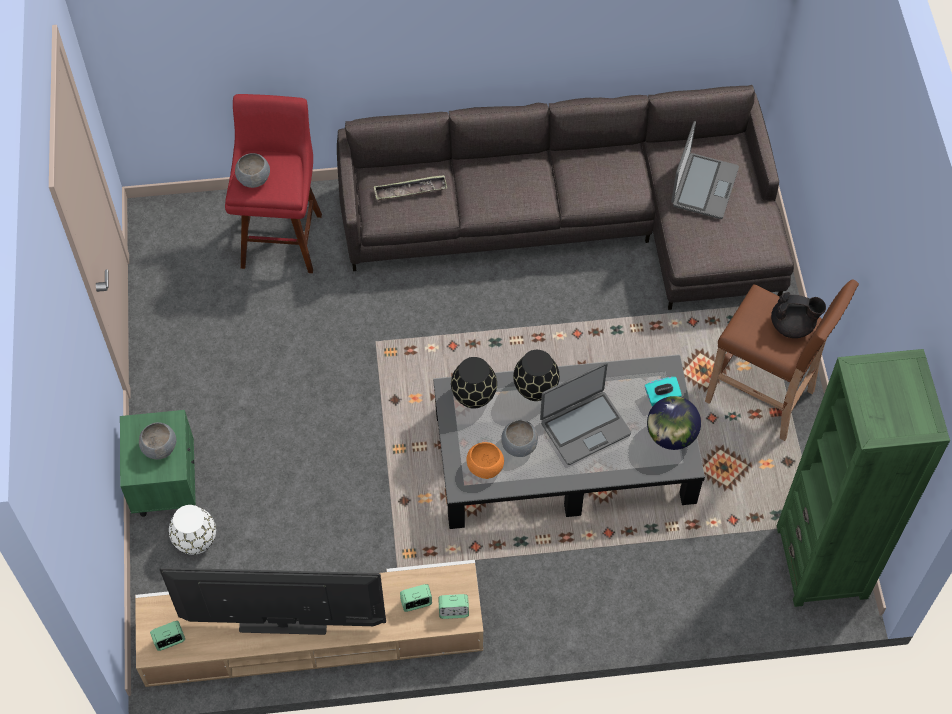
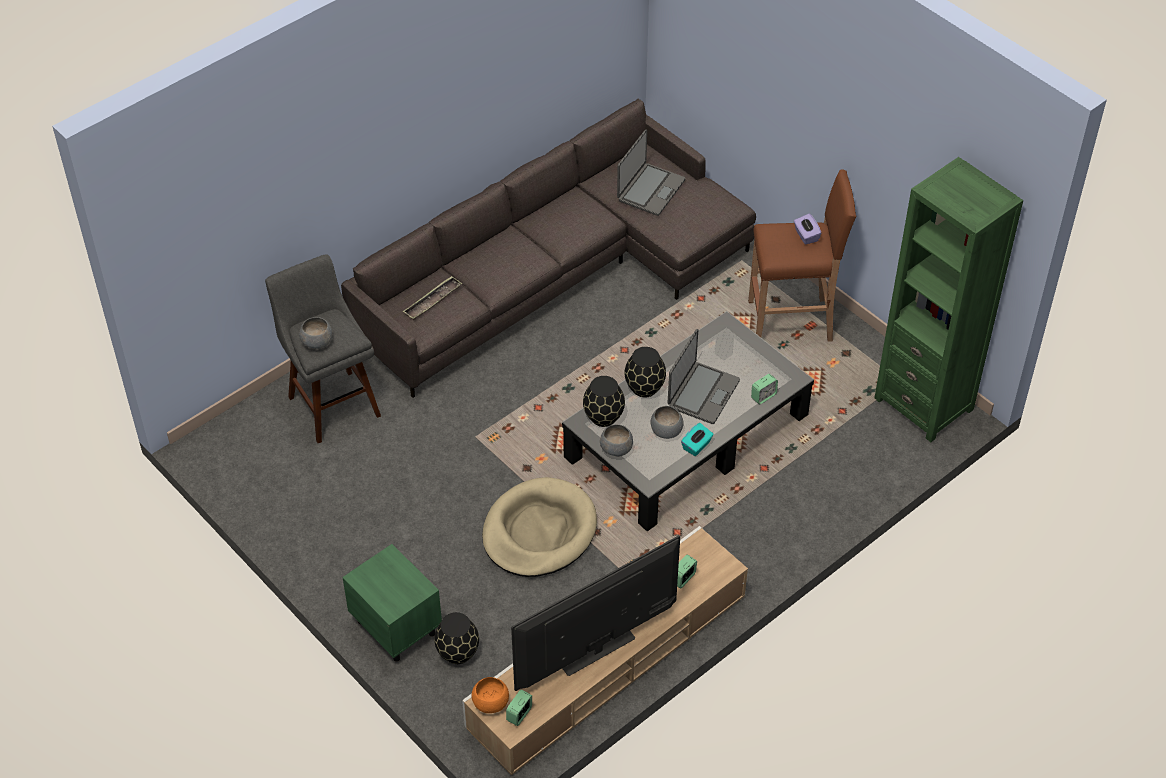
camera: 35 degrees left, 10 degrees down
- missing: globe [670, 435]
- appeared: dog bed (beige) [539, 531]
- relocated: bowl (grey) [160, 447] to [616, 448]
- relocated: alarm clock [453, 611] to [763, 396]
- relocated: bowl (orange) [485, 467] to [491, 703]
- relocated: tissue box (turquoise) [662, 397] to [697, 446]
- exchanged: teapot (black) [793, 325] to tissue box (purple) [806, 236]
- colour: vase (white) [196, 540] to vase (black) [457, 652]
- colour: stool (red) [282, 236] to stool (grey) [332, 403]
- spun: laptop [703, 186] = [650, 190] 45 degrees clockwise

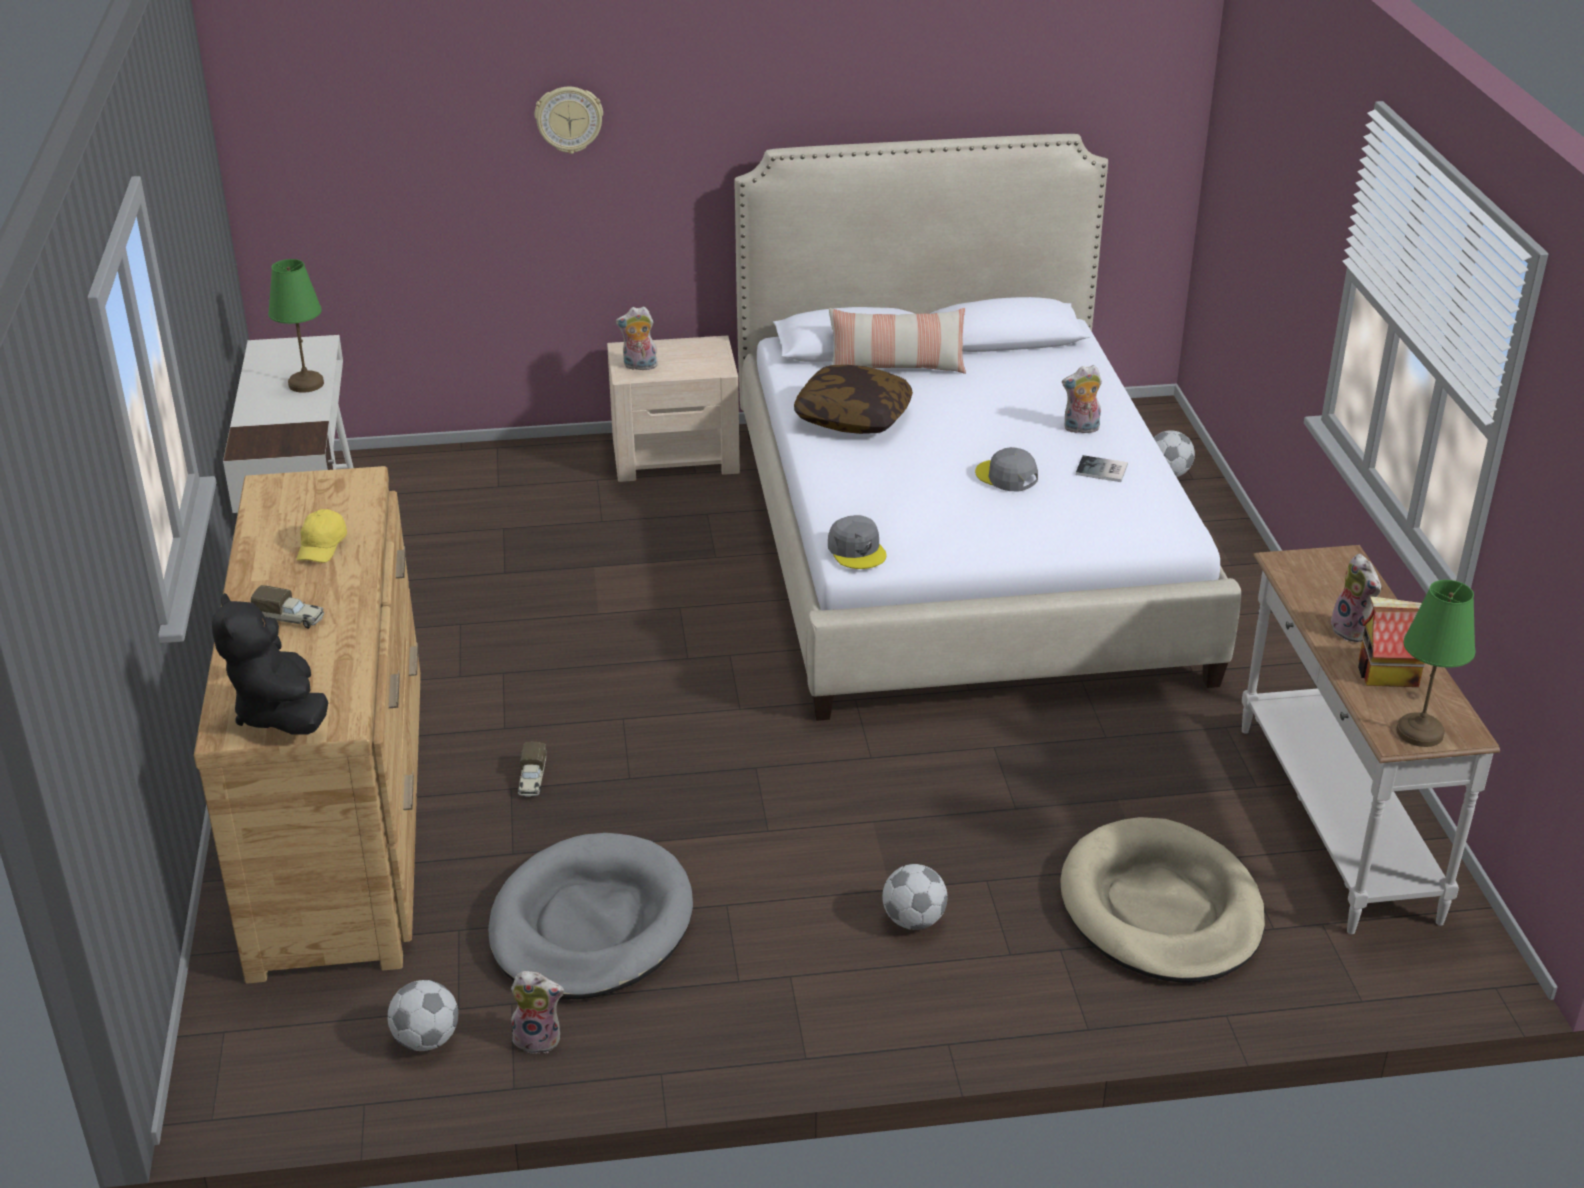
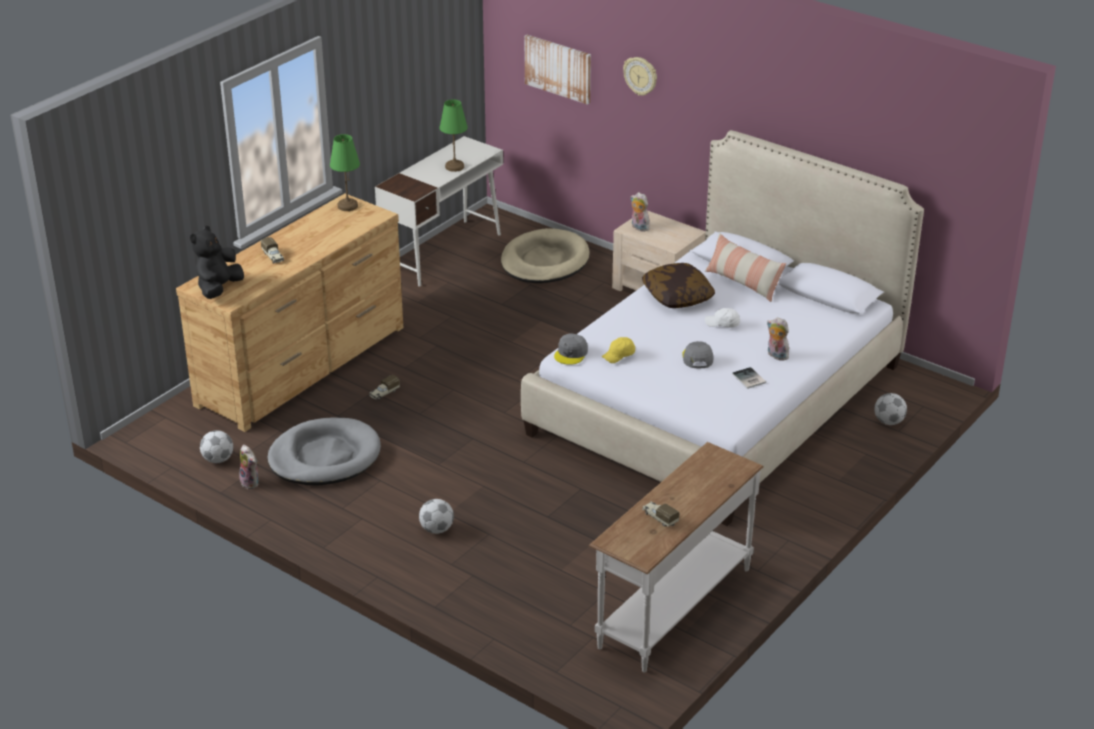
camera: 45 degrees right, 0 degrees up
- missing: plush toy [1353, 631]
- appeared: picture [558, 68]
- appeared: cap (white) [722, 324]
- relocated: cap (yellow) [322, 546] to [619, 355]
- relocated: dog bed (beige) [1161, 909] to [544, 261]
- relocated: table lamp (green) [1420, 733] to [347, 206]
- exchanged: toy house [1387, 674] to toy truck [659, 518]

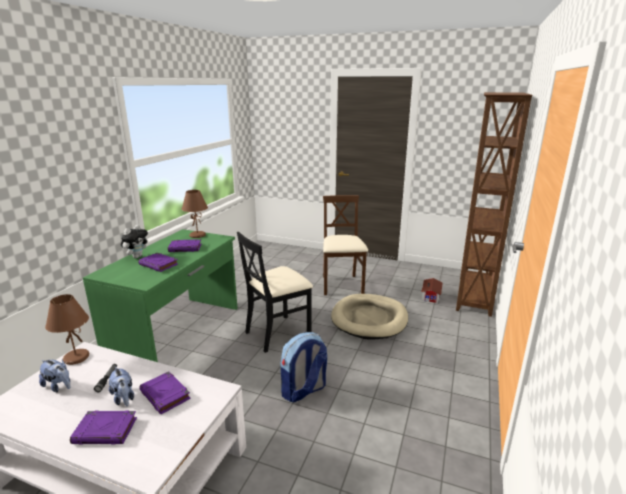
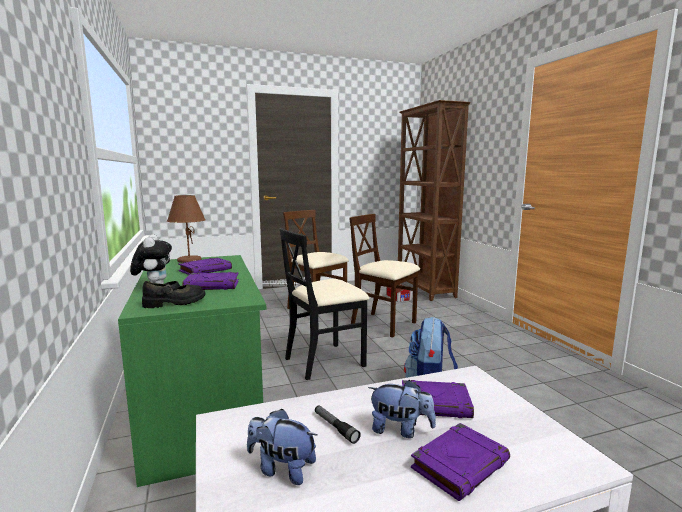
camera: 40 degrees left, 10 degrees down
- missing: table lamp (brown) [76, 358]
- appeared: shoe (black) [175, 303]
- exchanged: dog bed (beige) [369, 319] to chair (beige) [383, 324]
- spun: plush toy [59, 386] = [282, 469] 150 degrees counterclockwise
- spun: chair (black) [278, 333] = [325, 361] 45 degrees clockwise

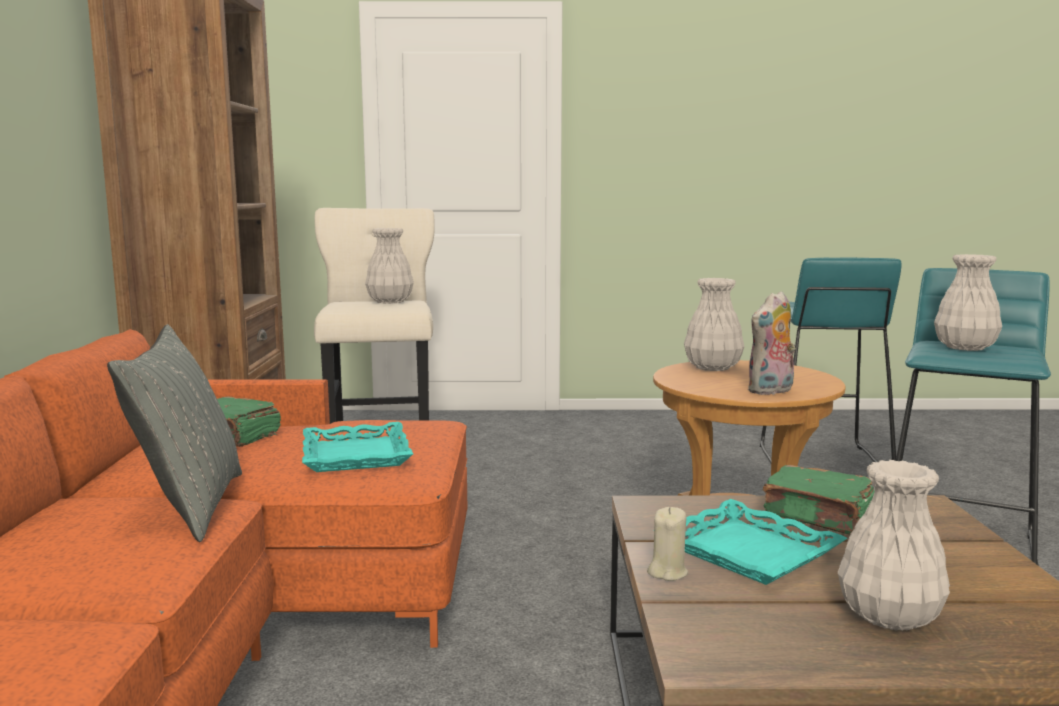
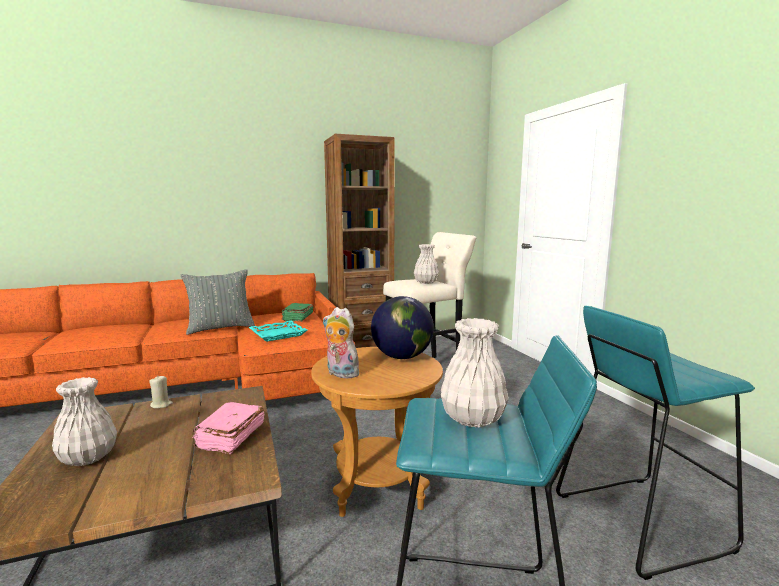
camera: 70 degrees right, 0 degrees up
- missing: tray (turquoise) [747, 552]
- exchanged: vase (white) [712, 367] to globe [402, 357]
- colour: book (green) [819, 517] to book (pink) [230, 437]

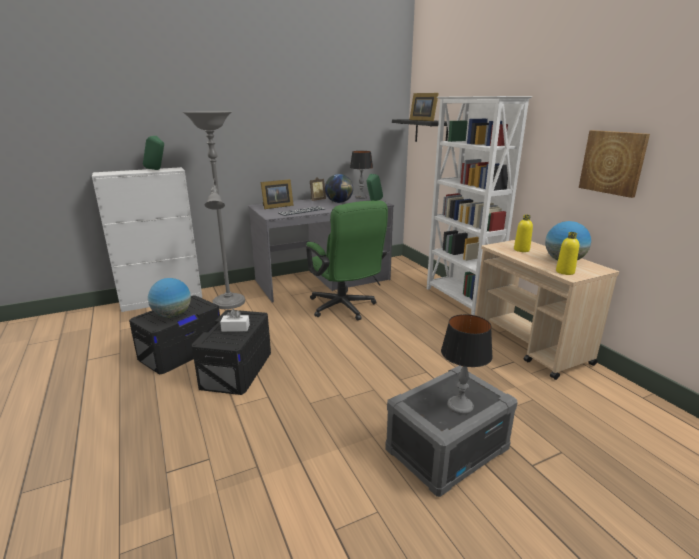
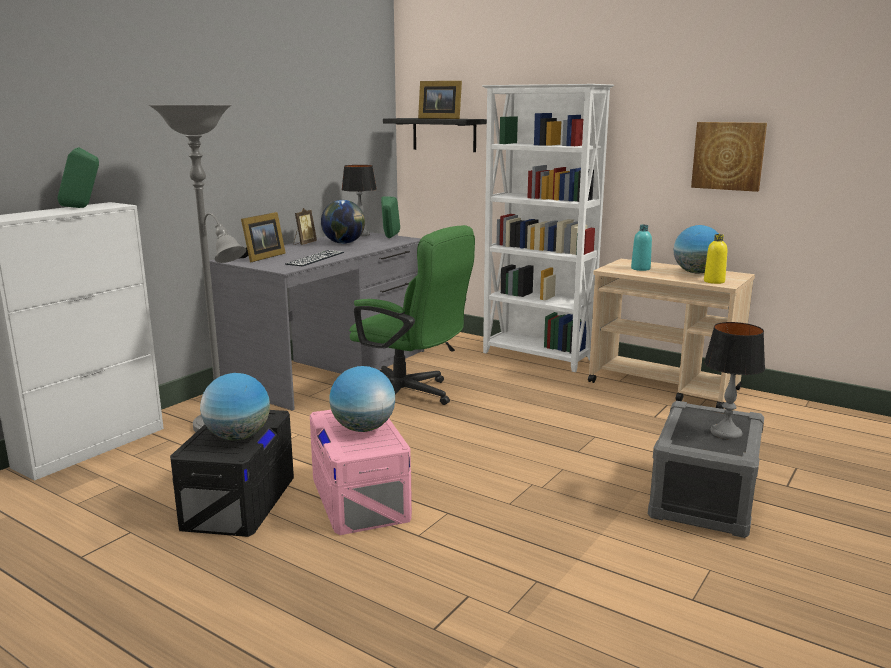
camera: 30 degrees left, 5 degrees down
- exchanged: tissue box (white) [235, 328] to globe [363, 428]
- colour: storage box (black) [236, 369] to storage box (pink) [360, 497]
- colour: bottle (yellow) [521, 250] to bottle (turquoise) [640, 269]

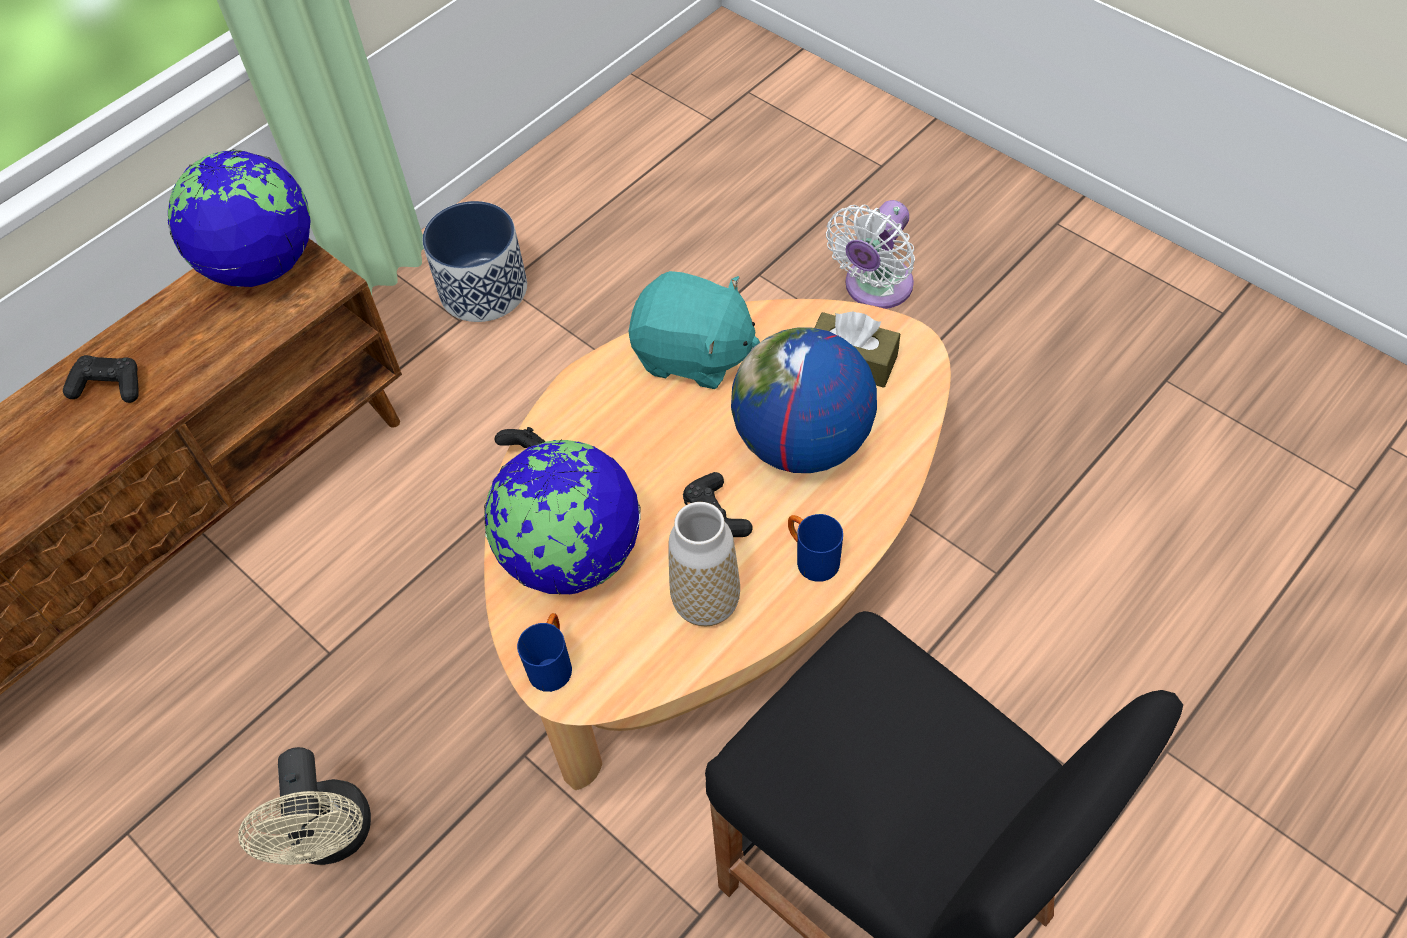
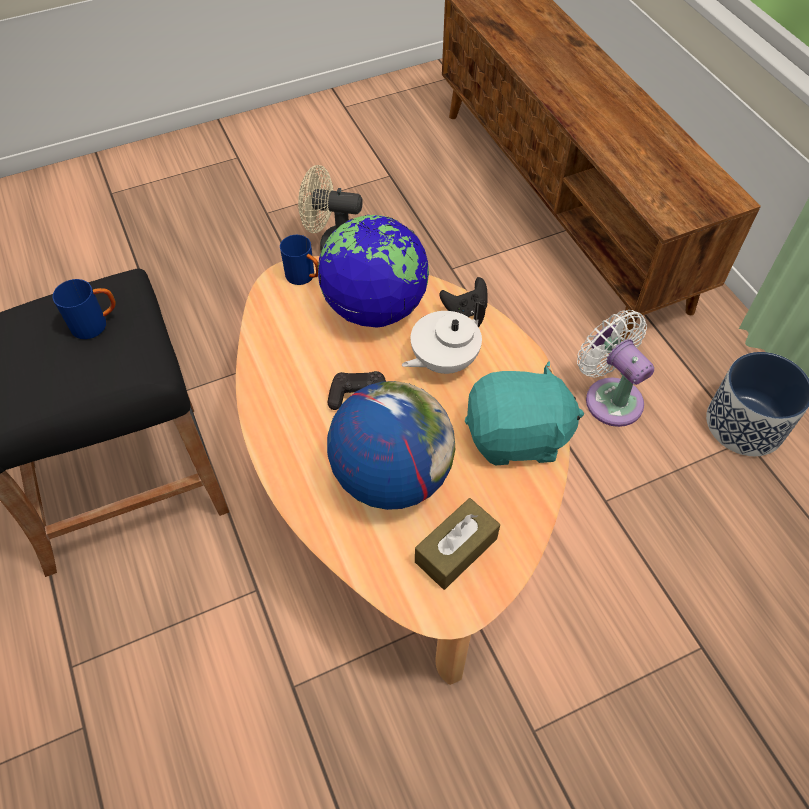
camera: 110 degrees right, 0 degrees up
- missing: game controller (black) [109, 386]
- missing: globe [261, 265]
- missing: vase [706, 603]
- appeared: teapot (white) [443, 360]
- relocated: mug (blue) [811, 558] to [96, 324]
- relocated: fan (white) [874, 289] to [609, 397]
- spun: plush toy (turquoise) [693, 355] = [517, 436] 135 degrees counterclockwise

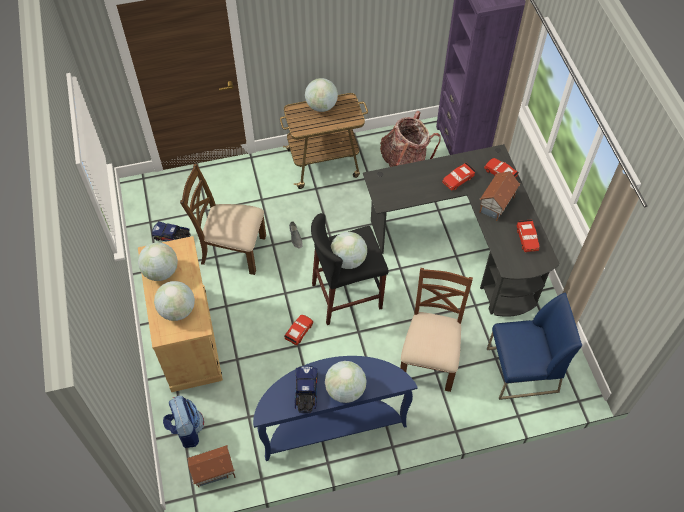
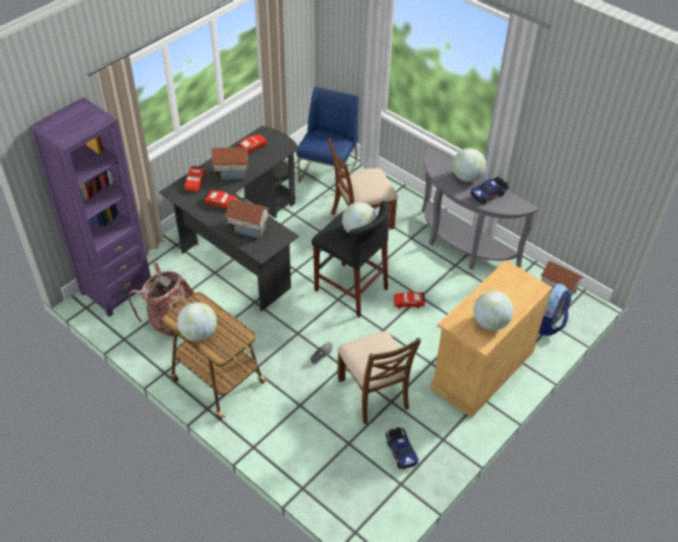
camera: 125 degrees left, 10 degrees down
- missing: globe [177, 310]
- appeared: toy house [248, 228]
- colour: console table (blue) [332, 425] to console table (grey) [461, 246]
- spun: chair (blue) [521, 371] = [328, 172] 60 degrees clockwise

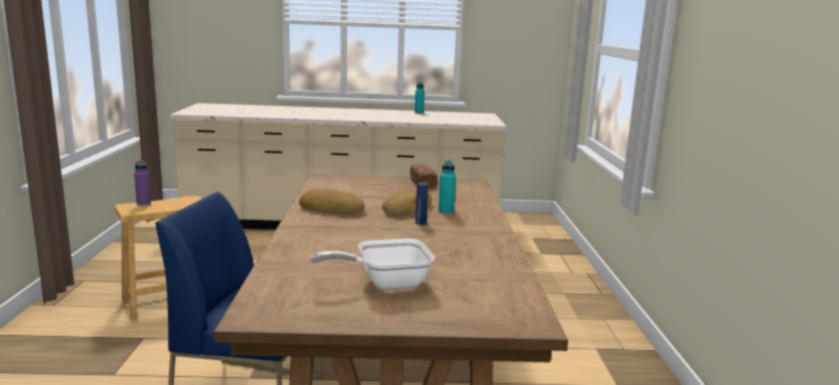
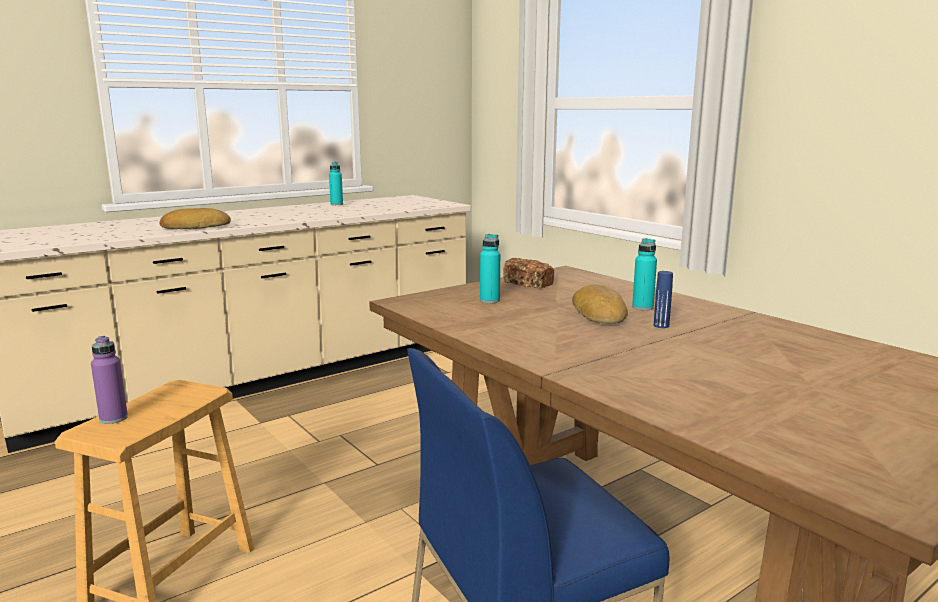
camera: 35 degrees left, 0 degrees up
- missing: frying pan [385, 283]
- appeared: bottle (turquoise) [489, 300]
- relocated: bread [332, 208] to [195, 226]

